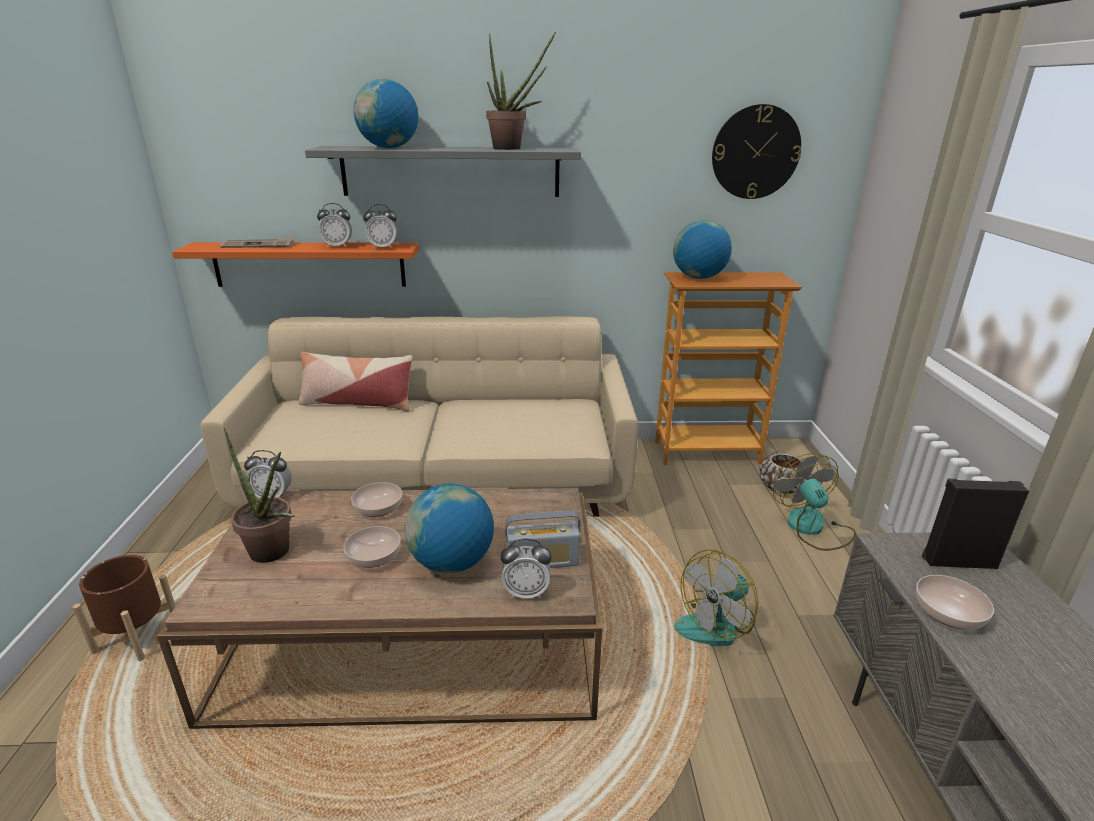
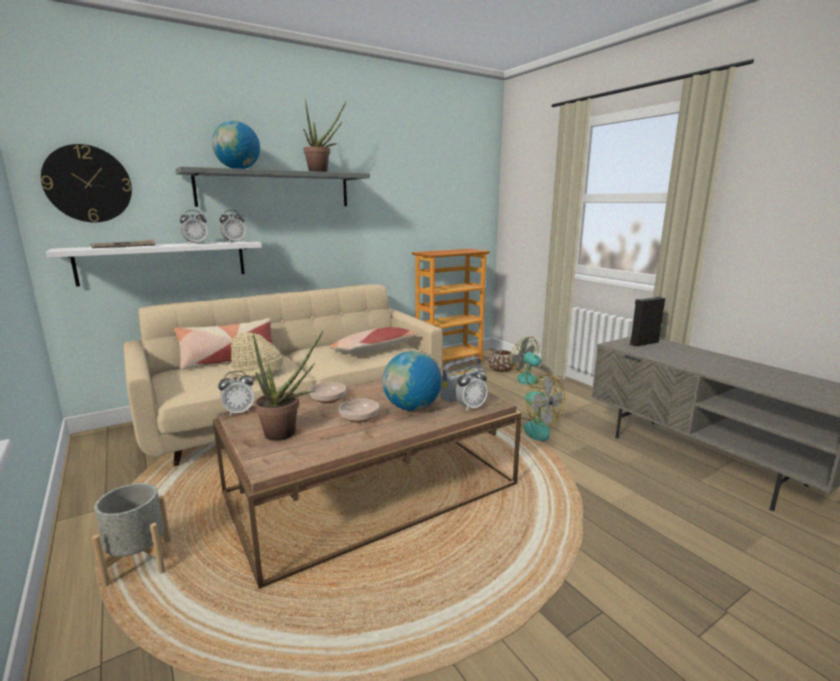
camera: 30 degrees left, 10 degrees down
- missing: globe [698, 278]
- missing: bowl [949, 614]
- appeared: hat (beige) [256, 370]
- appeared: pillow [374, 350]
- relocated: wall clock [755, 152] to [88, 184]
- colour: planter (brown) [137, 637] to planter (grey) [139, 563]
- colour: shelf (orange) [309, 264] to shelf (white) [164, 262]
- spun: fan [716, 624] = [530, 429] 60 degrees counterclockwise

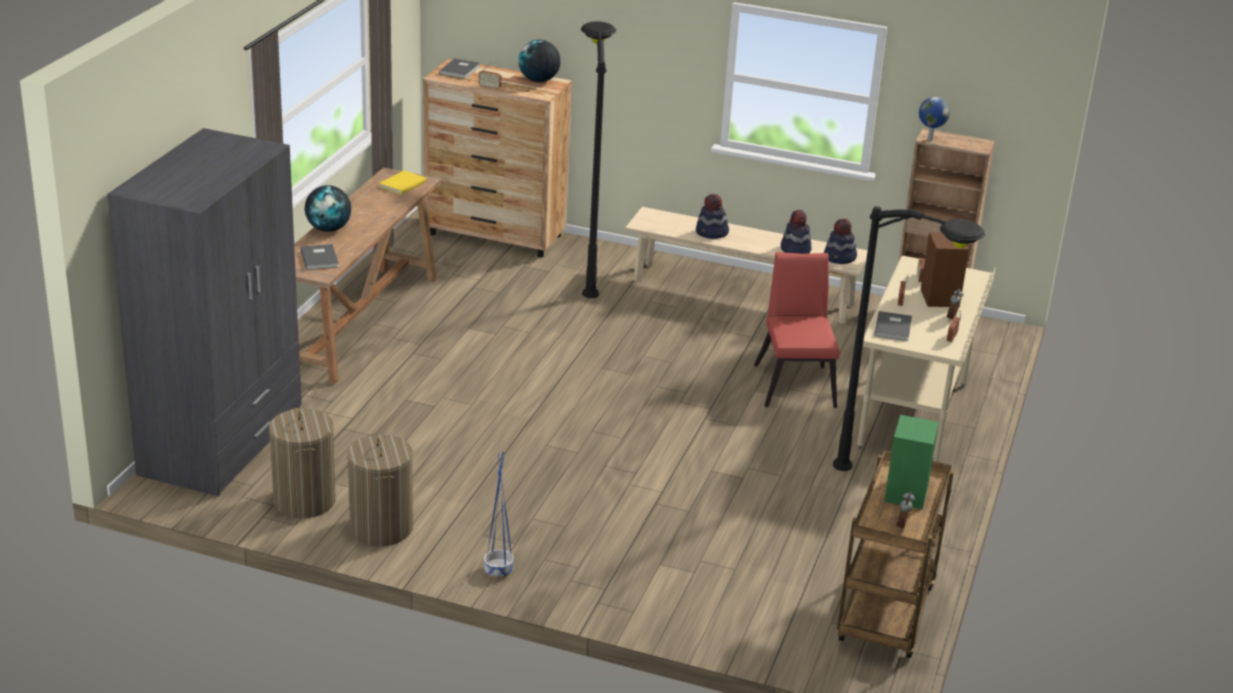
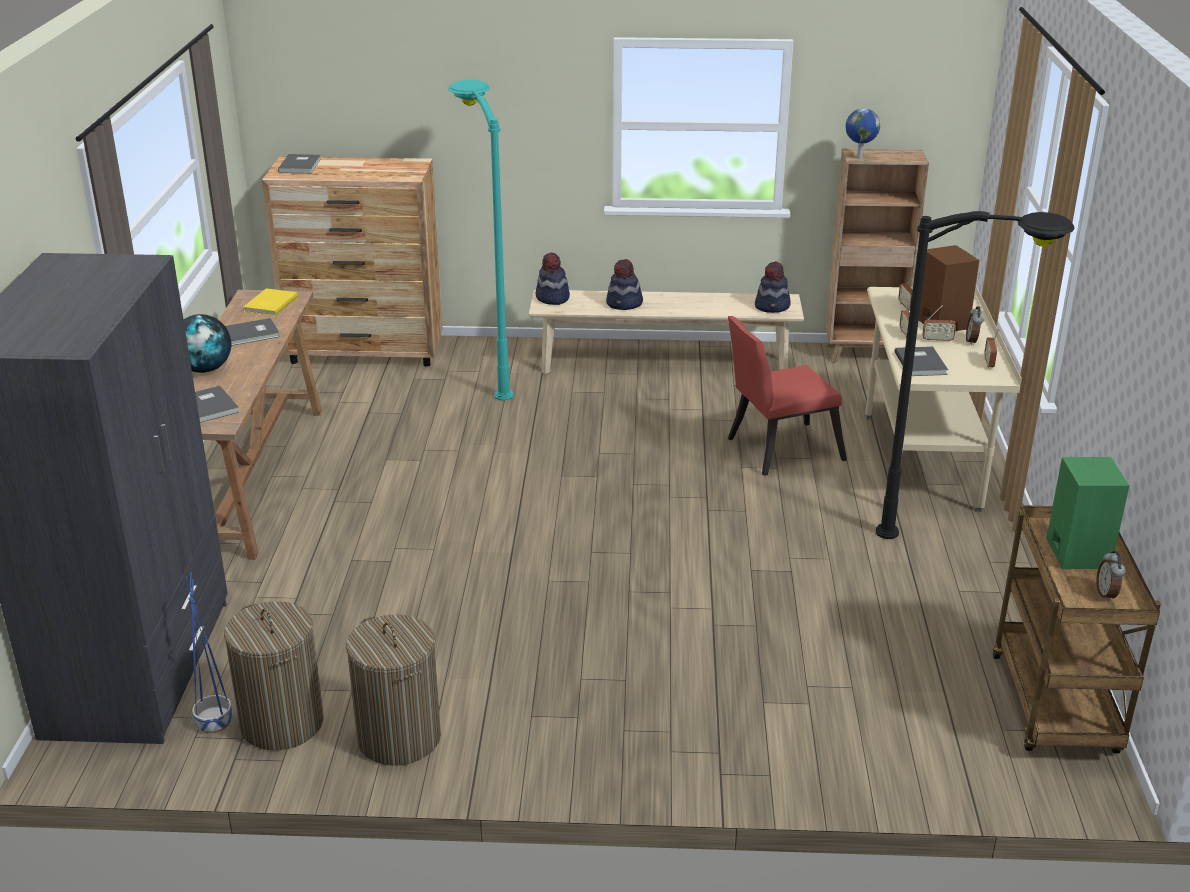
camera: 15 degrees left, 0 degrees up
- missing: globe [539, 80]
- appeared: book (grey) [252, 334]
- relocated: radio [489, 87] to [937, 340]
- relocated: planter (blue) [498, 570] to [214, 722]
- relocated: hat [795, 250] to [552, 298]
- colour: floor lamp (black) [588, 270] to floor lamp (turquoise) [487, 370]
- spun: chair (red) [795, 382] = [778, 450] 90 degrees counterclockwise

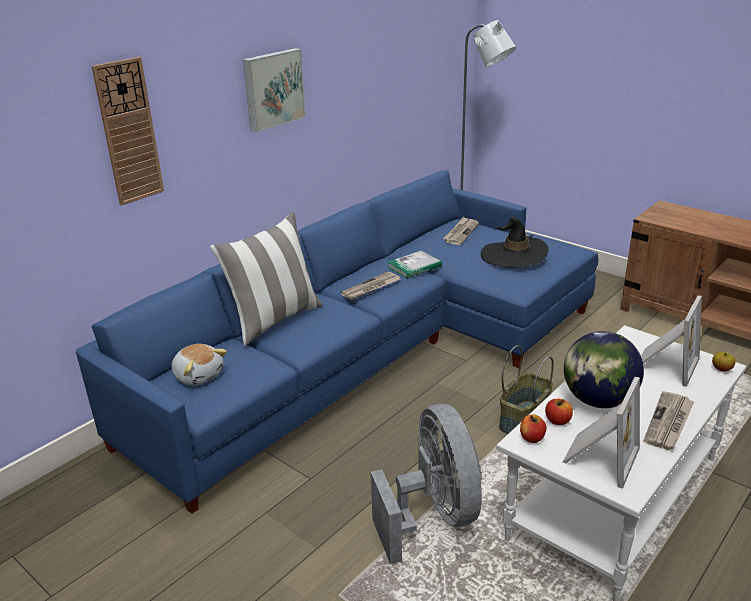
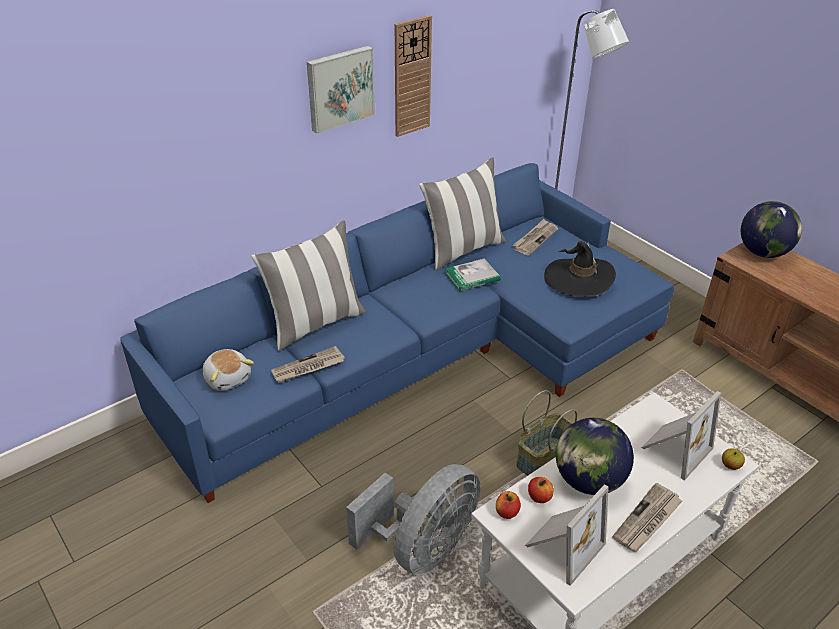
camera: 10 degrees right, 10 degrees up
- appeared: pillow [462, 249]
- appeared: globe [762, 253]
- relocated: wall clock [128, 132] to [412, 77]
- relocated: newspaper [371, 288] to [308, 367]
- spun: fan (grey) [433, 516] = [422, 548] 45 degrees clockwise

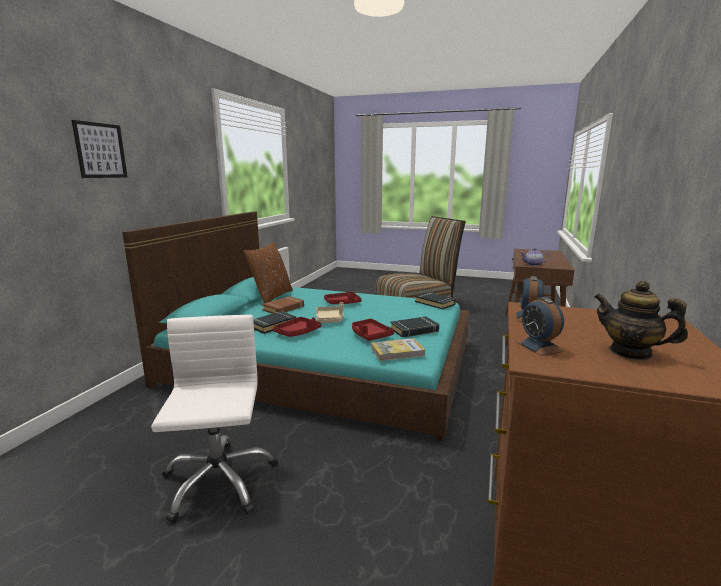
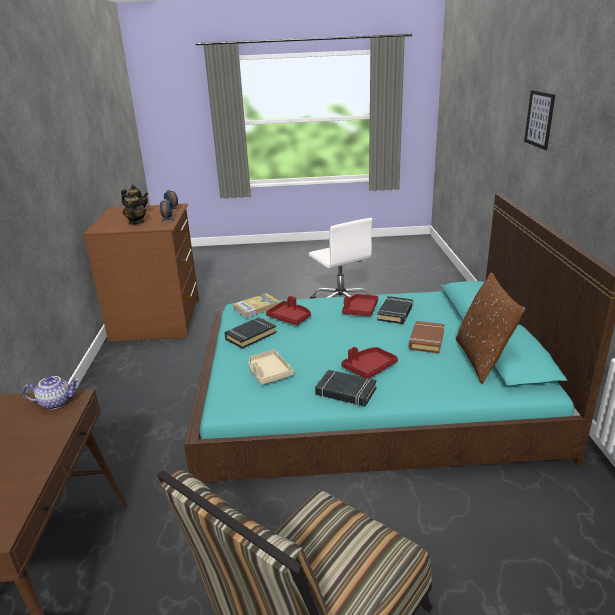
camera: 160 degrees right, 10 degrees up
- appeared: teapot [136, 222]
- relocated: tray (beige) [330, 319] to [268, 373]
- relocated: book (black) [435, 303] to [345, 392]

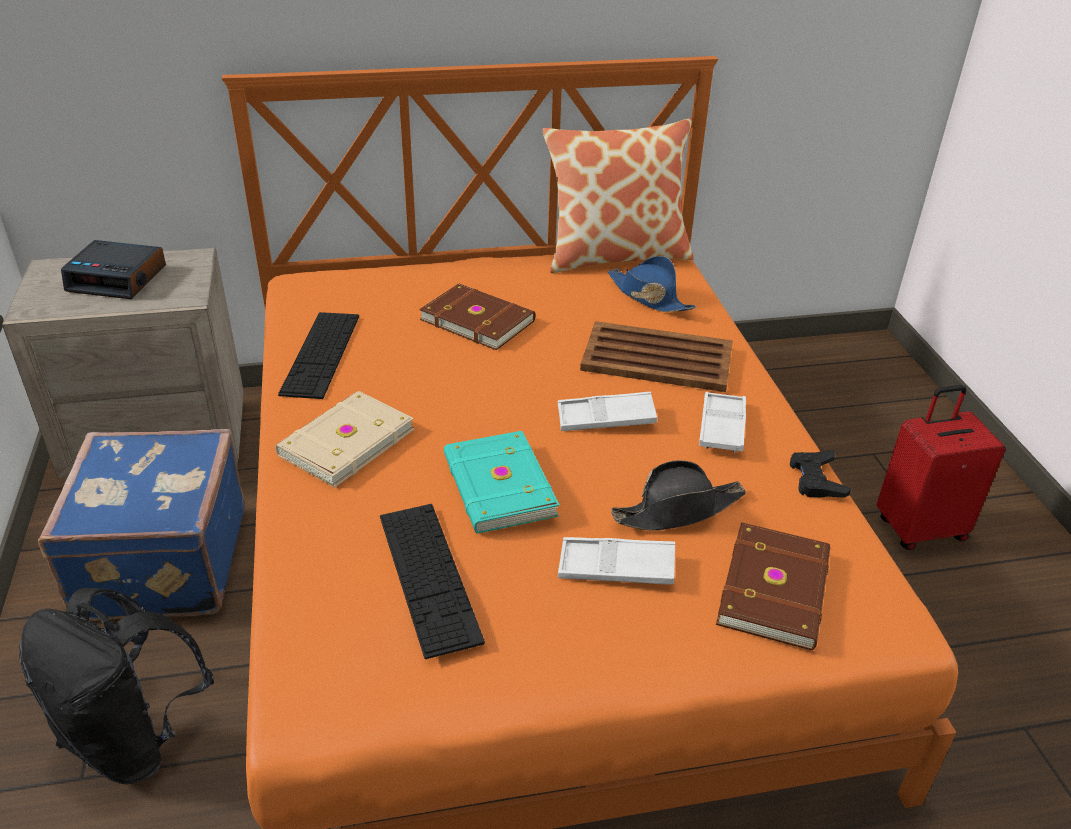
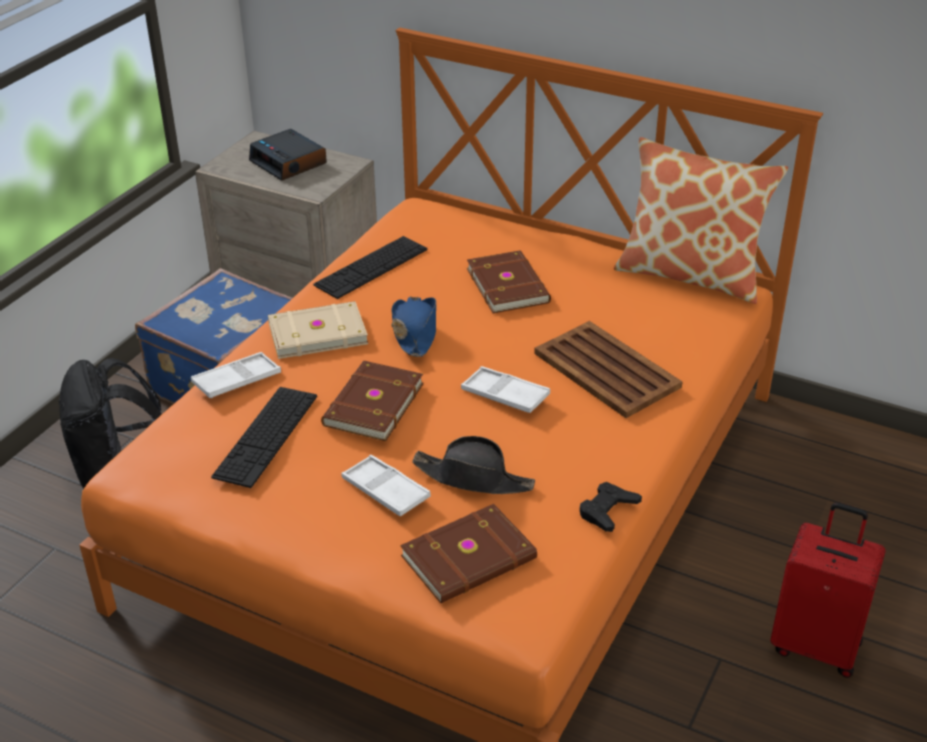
camera: 40 degrees right, 0 degrees up
- relocated: hat (blue) [648, 296] to [415, 332]
- relocated: tray (white) [722, 427] to [237, 380]
- colour: book (turquoise) [497, 487] to book (brown) [371, 404]

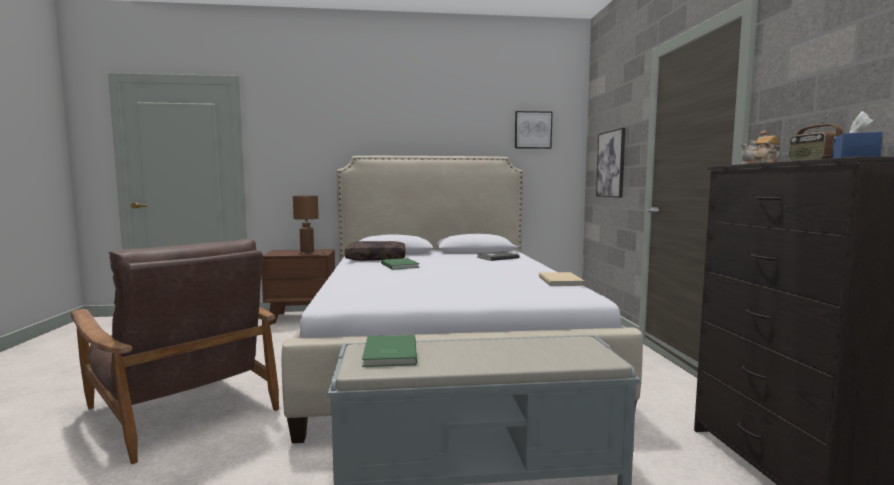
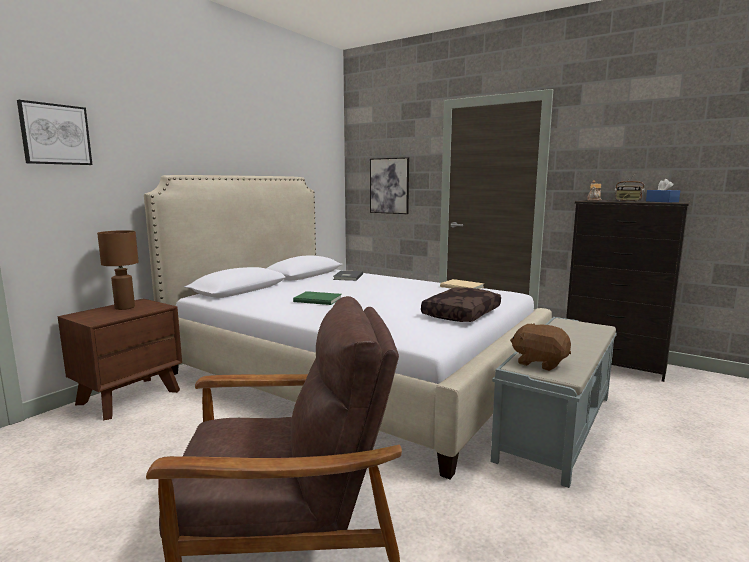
camera: 50 degrees left, 5 degrees up
- relocated: pillow (brown) [377, 258] to [460, 313]
- relocated: picture [533, 130] to [55, 134]
- exchanged: book (green) [388, 353] to plush toy (brown) [540, 362]

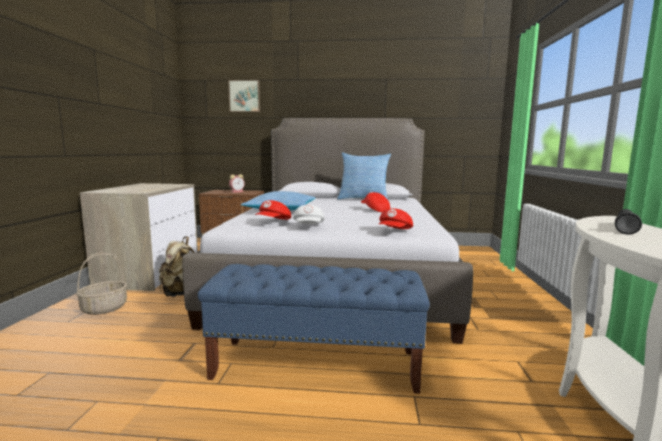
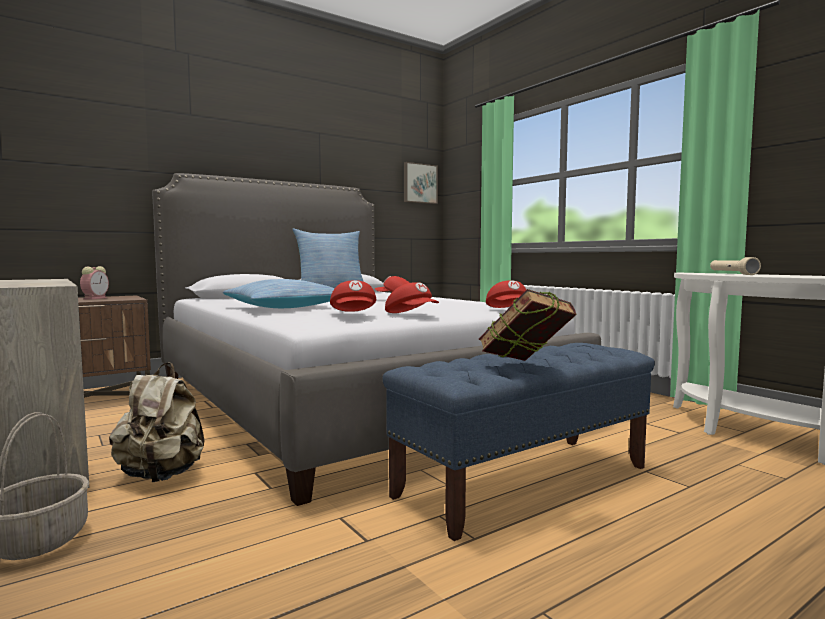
camera: 40 degrees left, 5 degrees down
- appeared: book [525, 366]
- relocated: picture [244, 96] to [419, 183]
- colour: cap (white) [309, 227] to cap (red) [412, 315]
- colour: flashlight (black) [625, 228] to flashlight (beige) [732, 274]

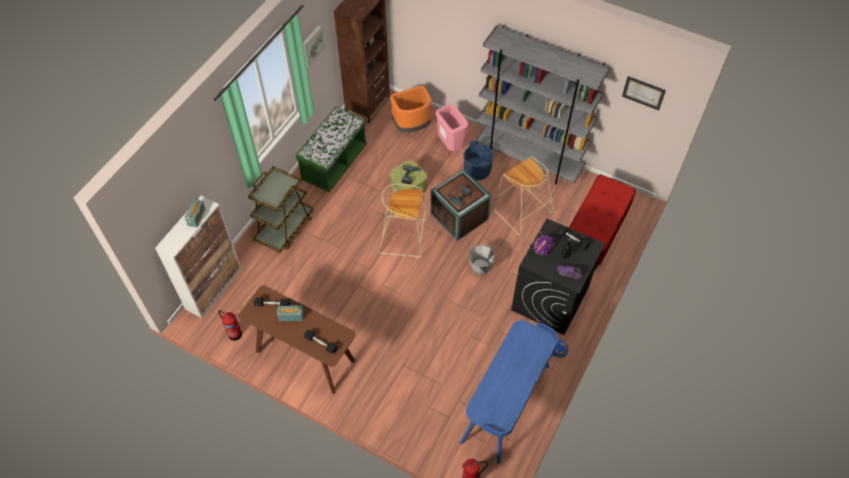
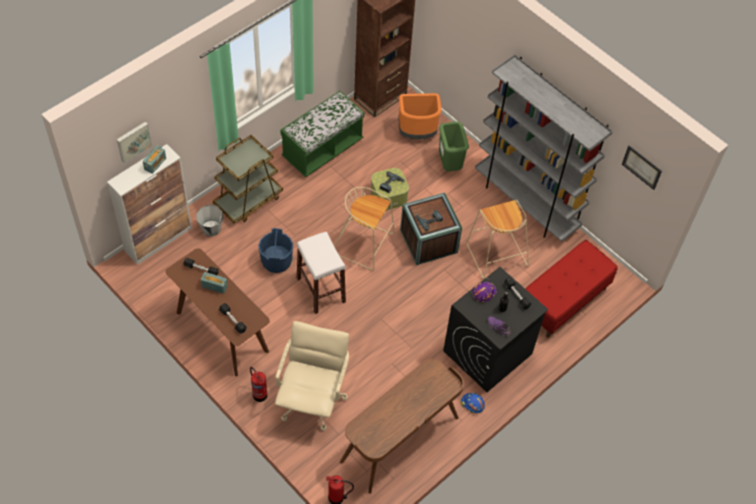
camera: 15 degrees right, 0 degrees up
- appeared: office chair (beige) [312, 399]
- appeared: stool (white) [321, 290]
- relocated: fire extinguisher [234, 333] to [259, 394]
- relocated: picture [311, 46] to [133, 141]
- relocated: bucket (blue) [477, 170] to [276, 261]
- relocated: bucket (grey) [480, 267] to [211, 228]
- colour: trash can (pink) [451, 145] to trash can (green) [450, 165]
- colour: desk (blue) [506, 404] to desk (brown) [400, 440]

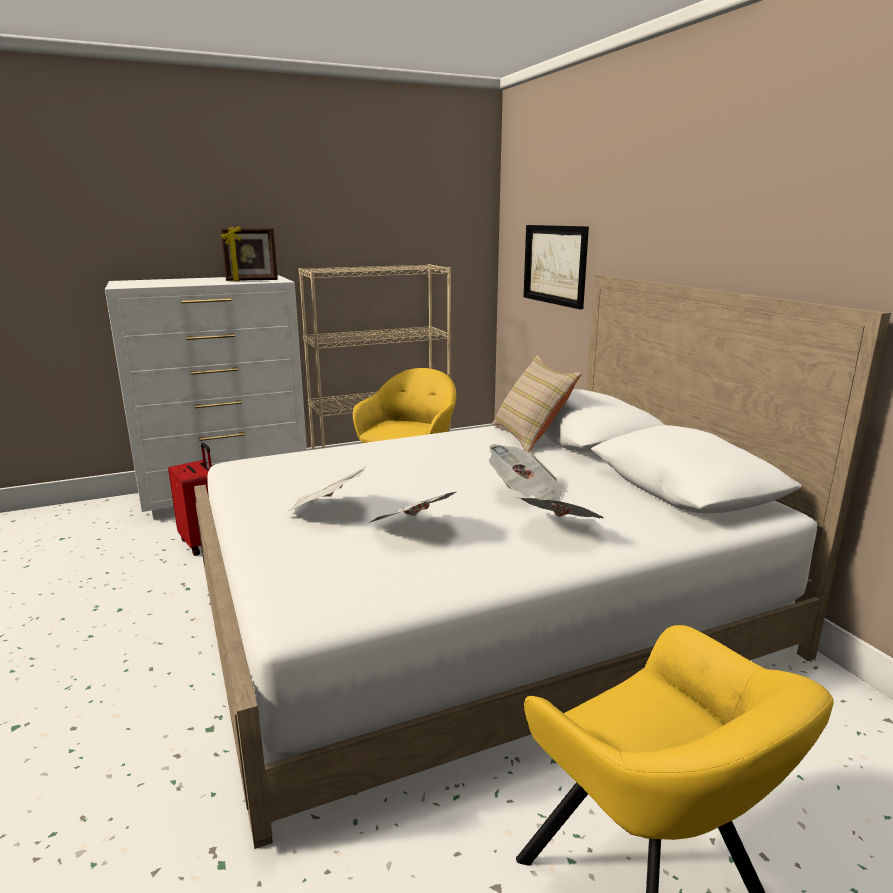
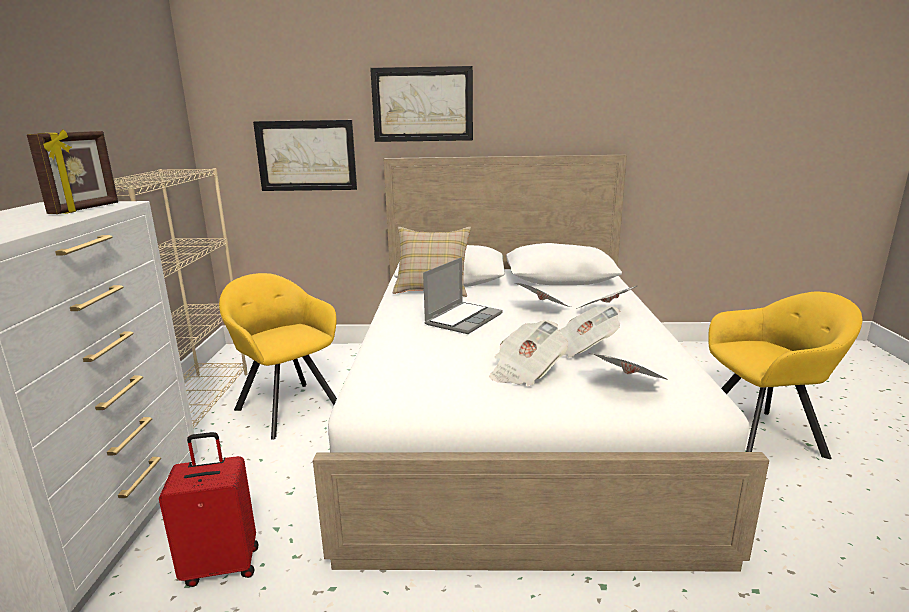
camera: 65 degrees left, 0 degrees up
- appeared: picture [422, 104]
- appeared: laptop [463, 319]
- appeared: newspaper [629, 386]

